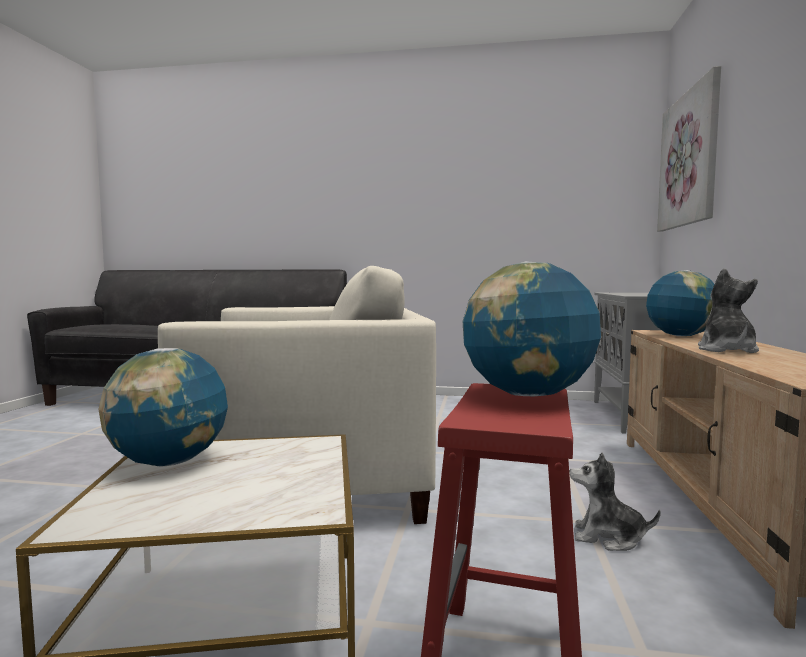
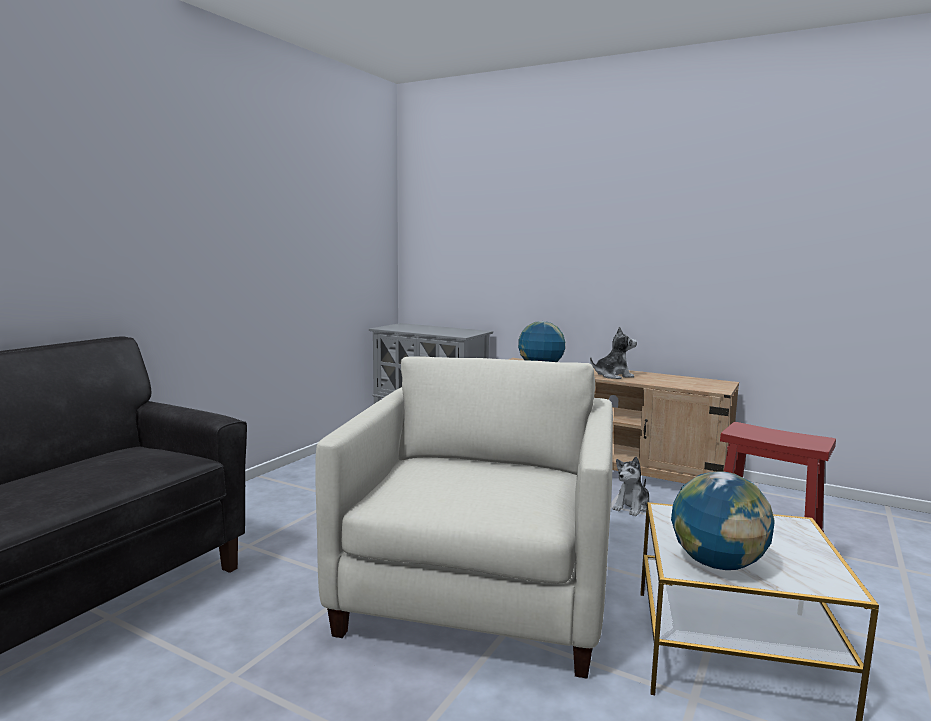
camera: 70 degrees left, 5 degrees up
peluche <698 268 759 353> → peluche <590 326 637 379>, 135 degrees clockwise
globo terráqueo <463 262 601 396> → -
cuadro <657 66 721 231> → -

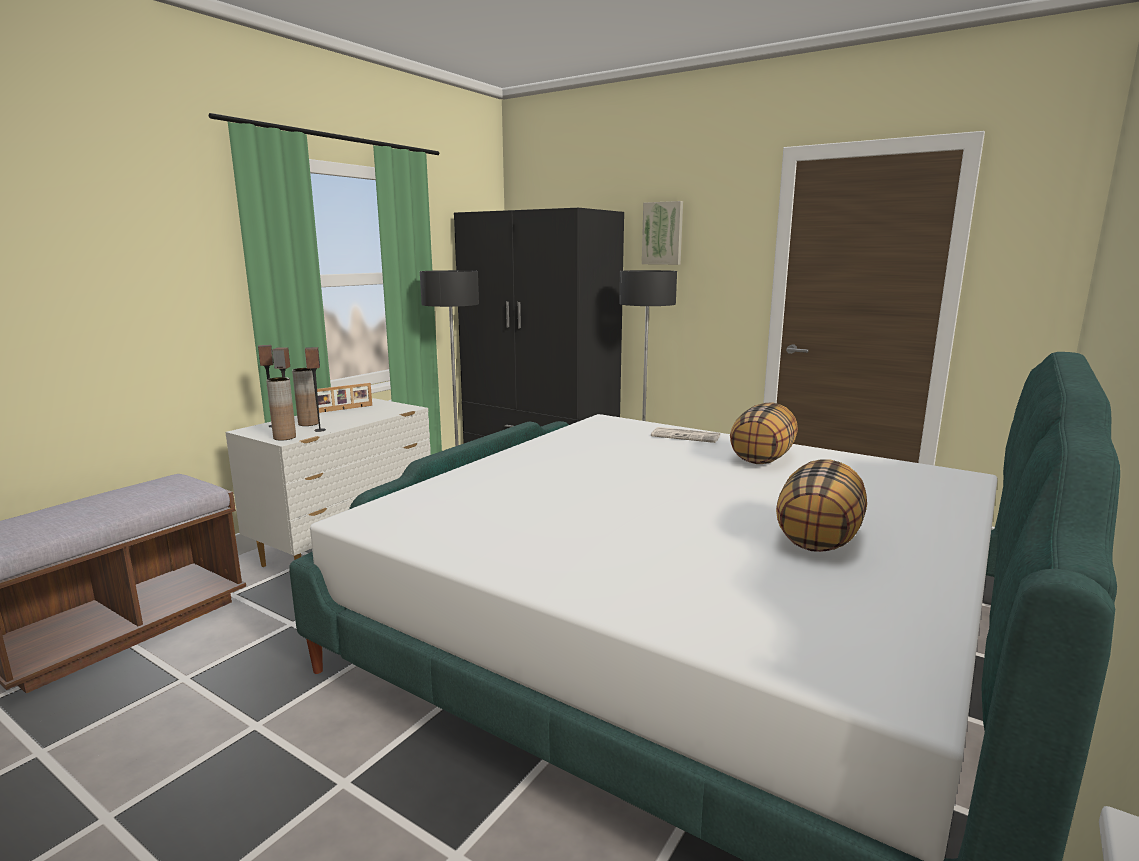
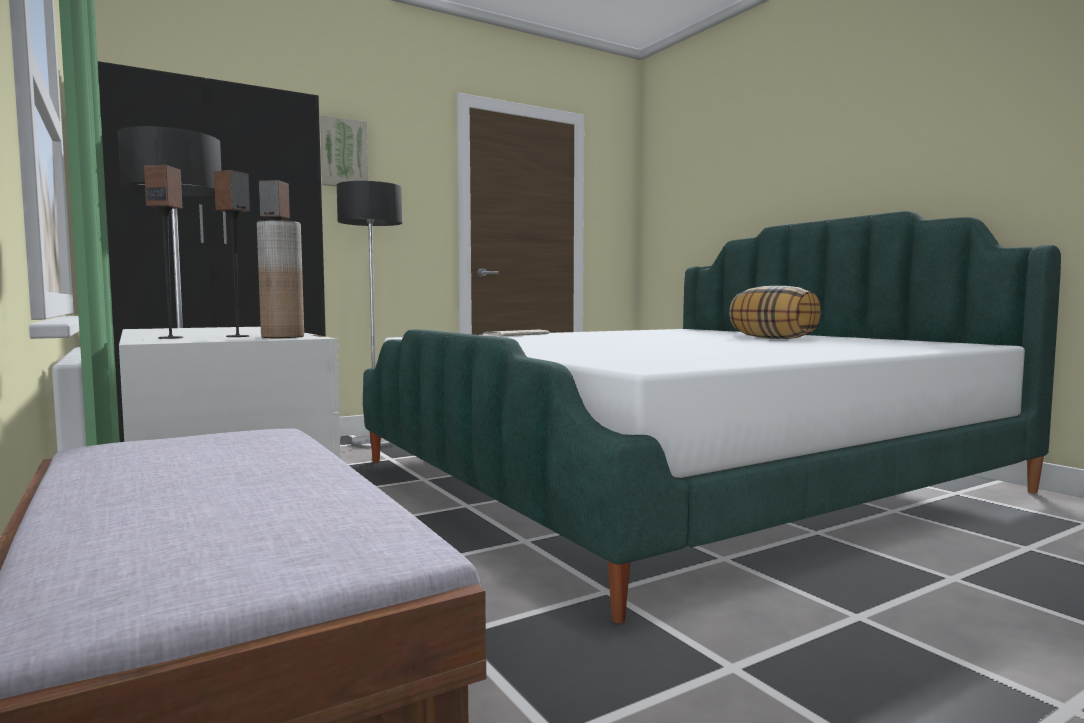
camera: 65 degrees left, 10 degrees down
florero/marrón <292 368 319 426> → -
portarretratos <317 383 372 413> → -
cojín <730 402 798 464> → -

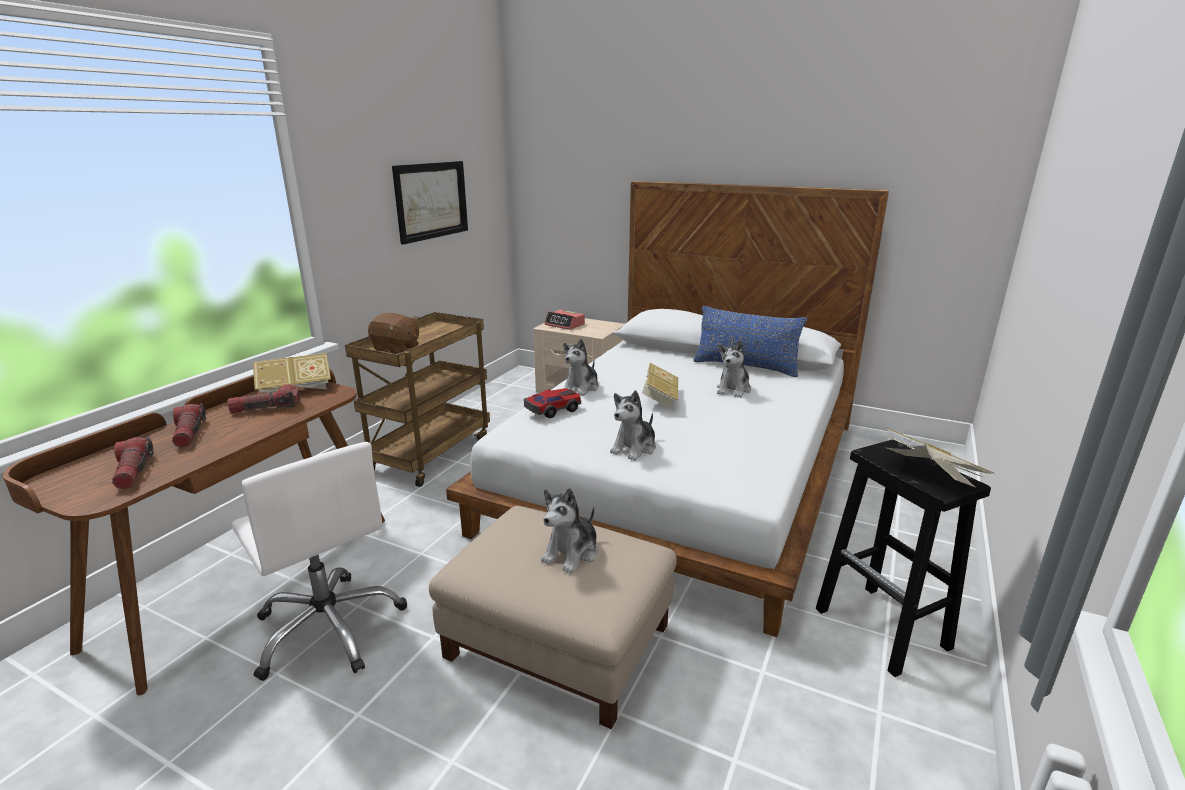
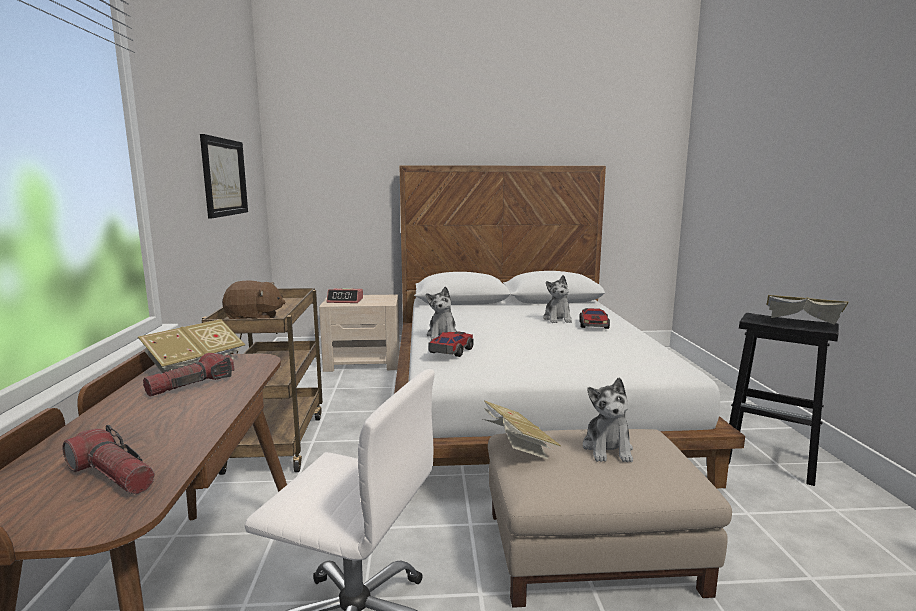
camera: 30 degrees left, 10 degrees down
libro <642 363 678 408> → libro <483 400 561 459>, moved
- → coche de juguete <579 308 610 329>
linterna <172 403 206 448> → -
peluche <610 390 656 461> → -
cojín/azul <693 306 807 377> → -

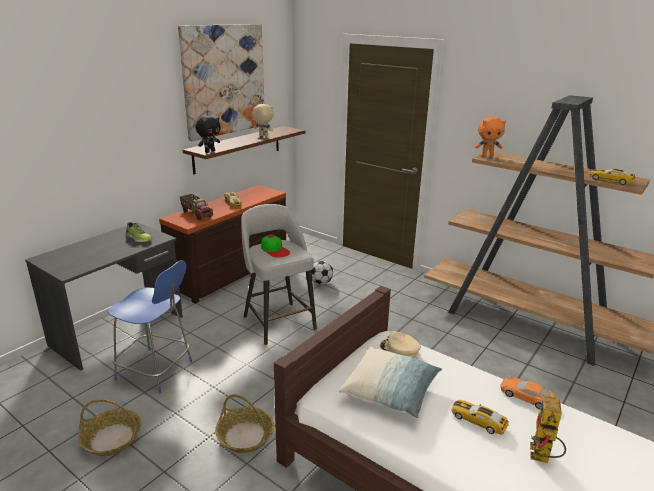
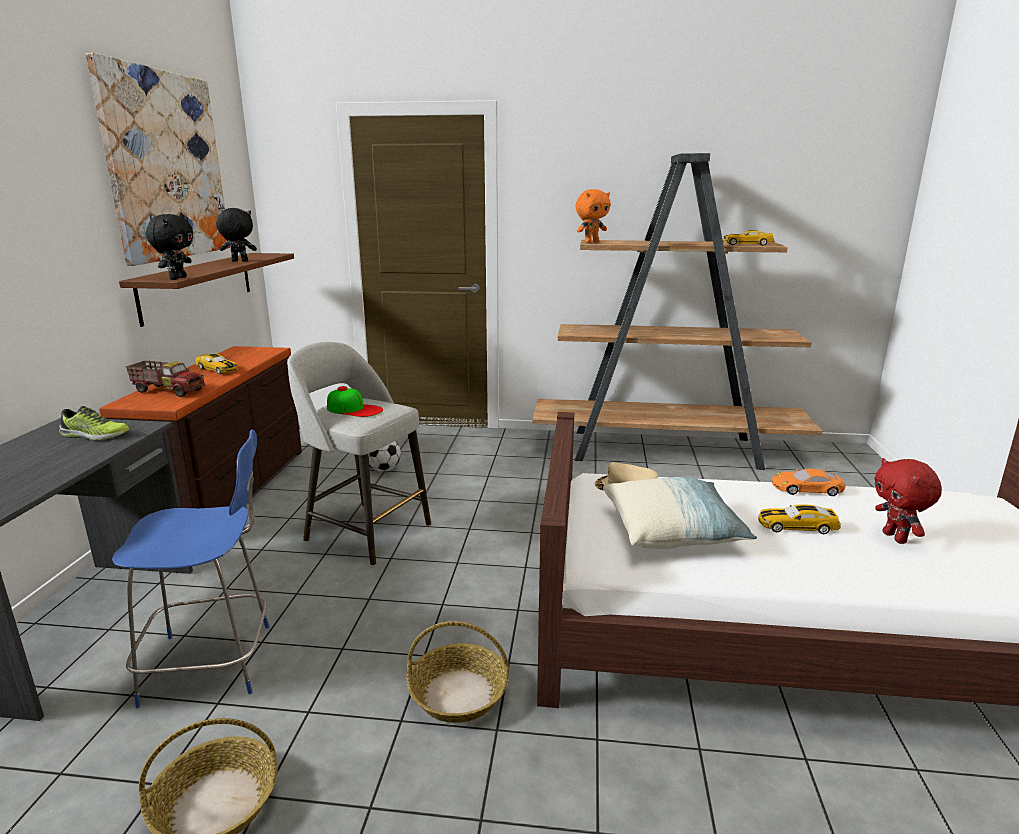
camera: 30 degrees left, 5 degrees down
peluche/beis <252 104 274 137> → peluche/negro <216 208 257 262>
robot de juguete <530 395 566 463> → peluche/rojo <874 458 942 544>

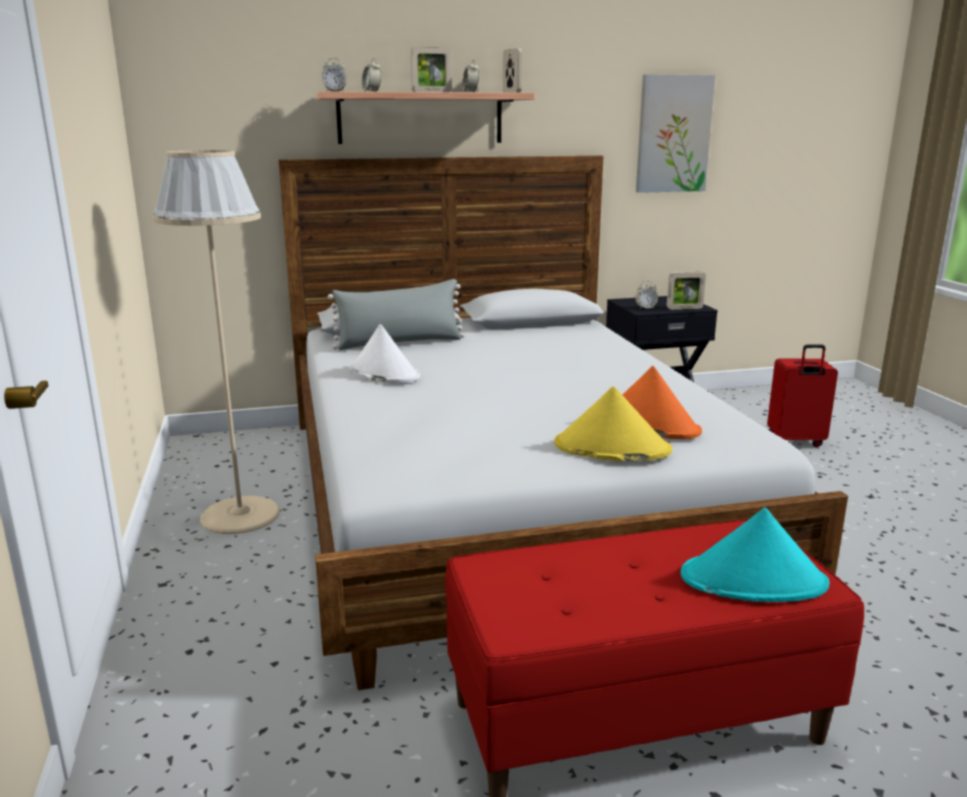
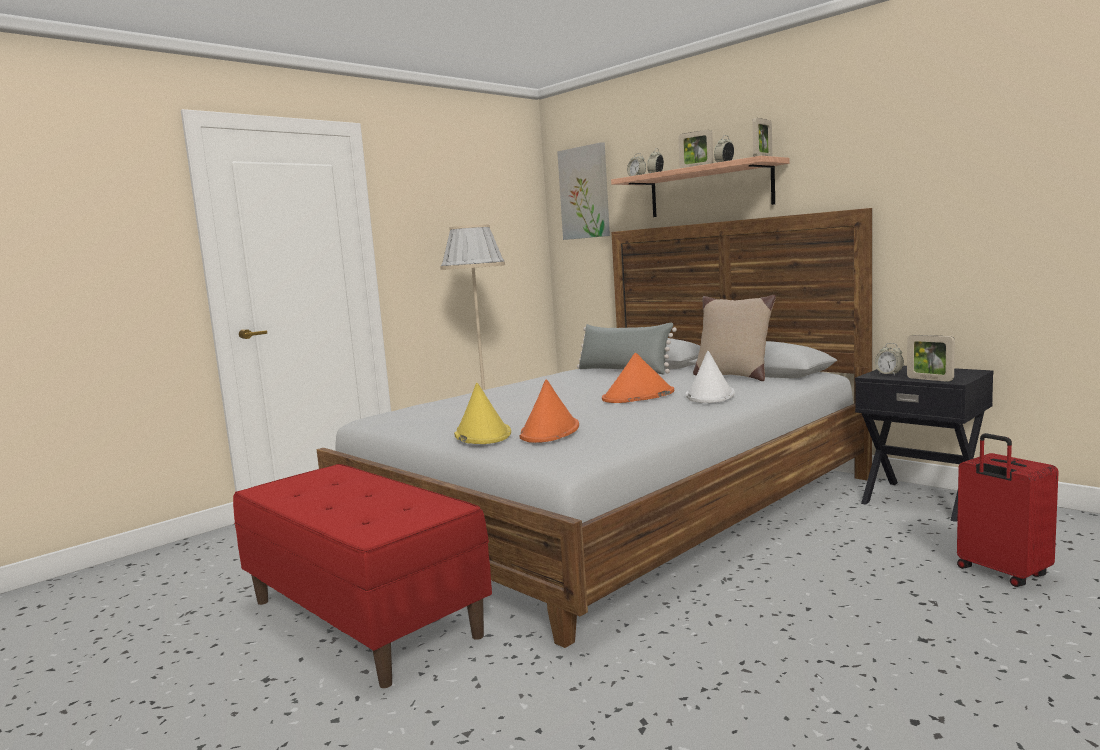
camera: 60 degrees right, 10 degrees down
cuadro <636 74 715 193> → cuadro <557 142 610 240>, moved
- → sombrero/naranja <602 353 674 403>
sombrero/blanco <349 324 420 383> → sombrero/blanco <686 351 735 403>, moved
- → cojín/beis <693 295 776 381>
sombrero/turquesa <681 508 829 602> → -

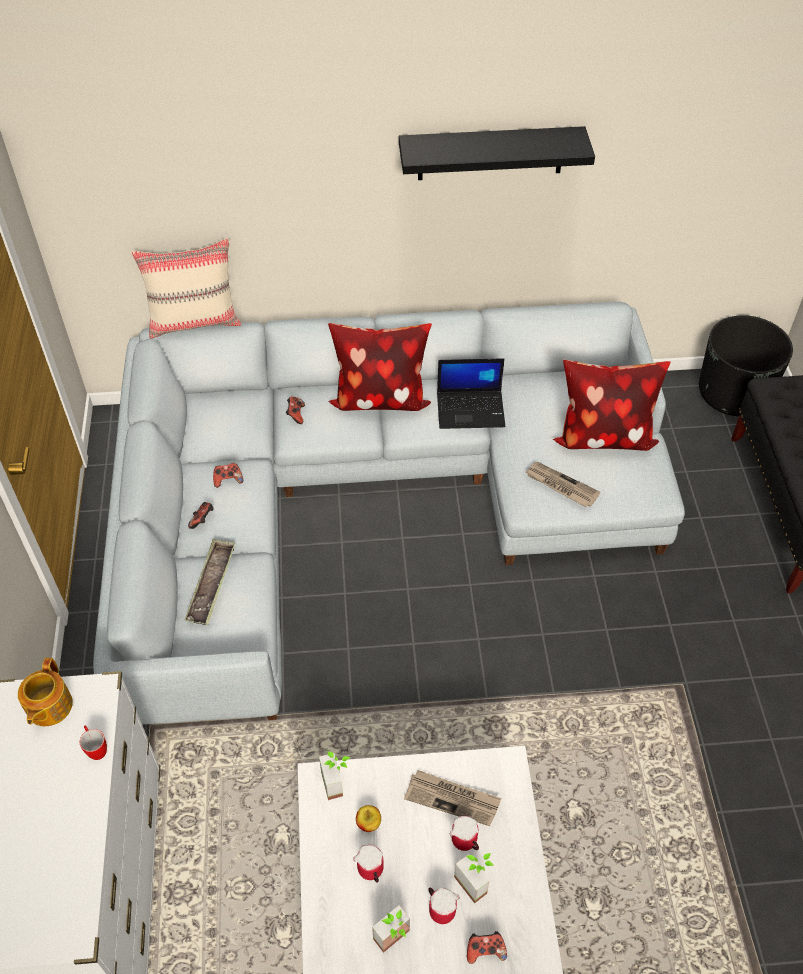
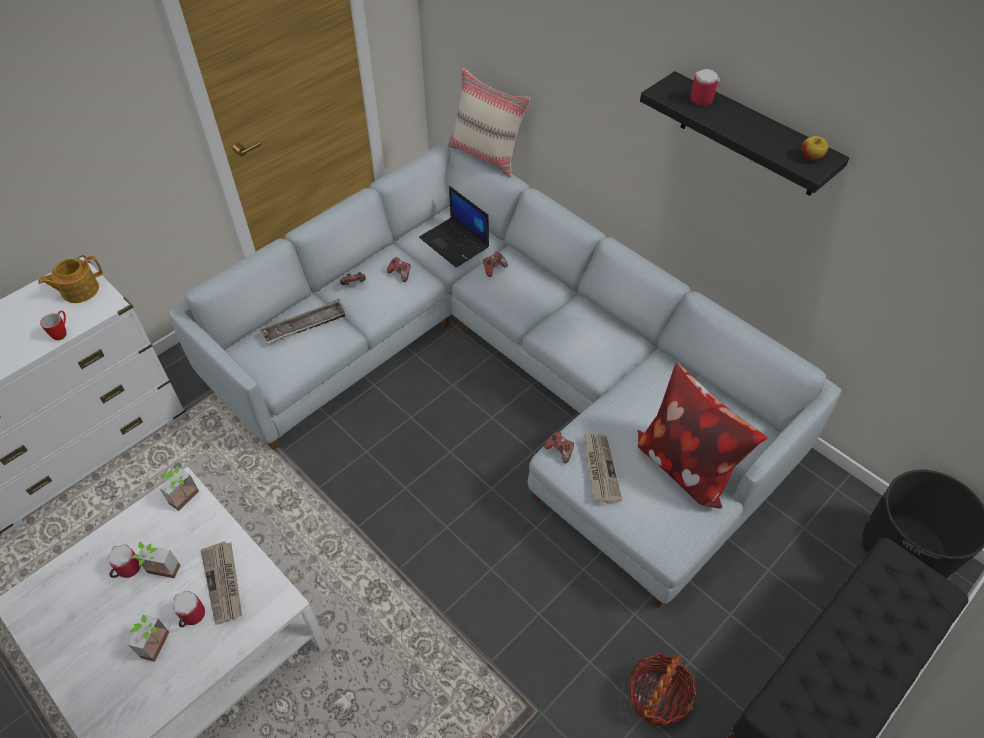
camera: 50 degrees right, 0 degrees up
planta en maceta <372 905 410 953> → planta en maceta <132 542 180 578>, moved
portátil <437 358 505 429> → portátil <419 186 489 268>, moved
mando de consola <467 931 507 964> → mando de consola <544 432 574 463>, moved
- → cesta <629 653 697 726>
taza grande <428 887 460 924> → taza grande <690 69 720 106>, moved
manzana <356 805 381 832> → manzana <802 136 829 161>, moved
cojín <328 323 432 411> → -

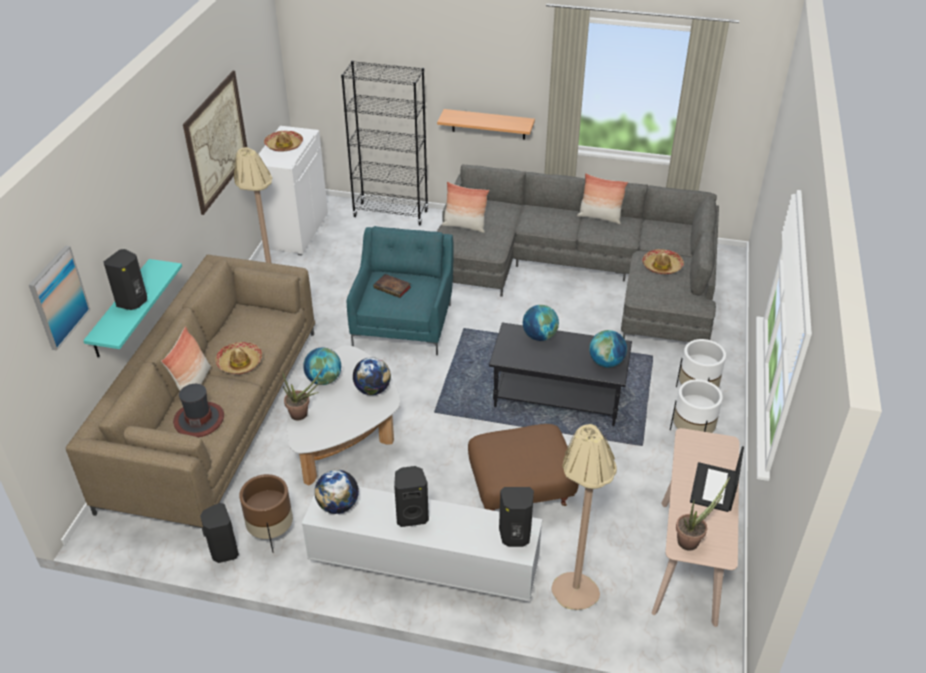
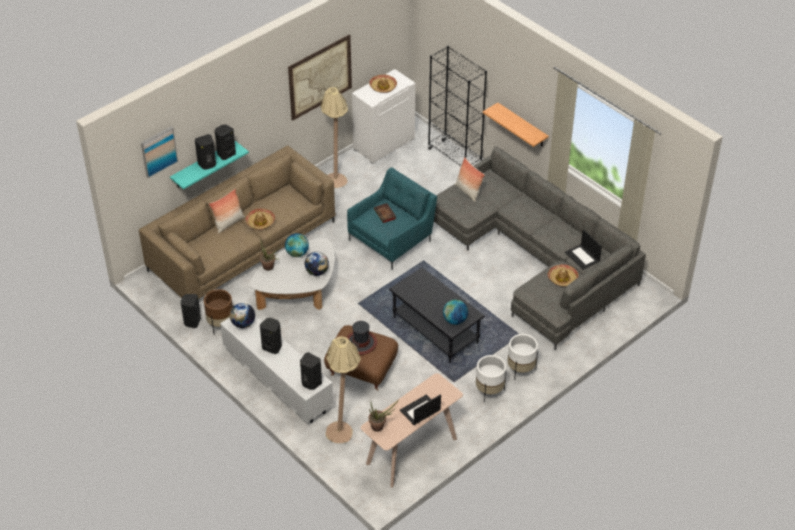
camera: 35 degrees right, 5 degrees up
- → altavoz/negro <215 124 236 160>
sombrero <173 384 224 437> → sombrero <347 321 377 355>, moved
- → portátil <565 230 602 270>
globo terráqueo <523 305 559 341> → -
cojín <577 173 628 224> → -

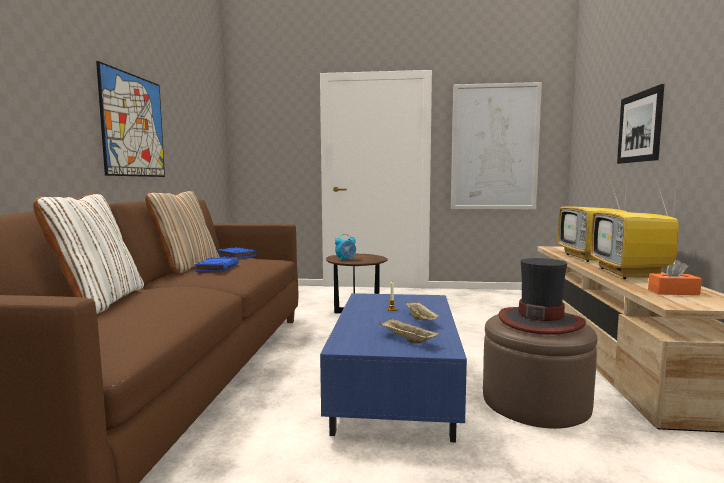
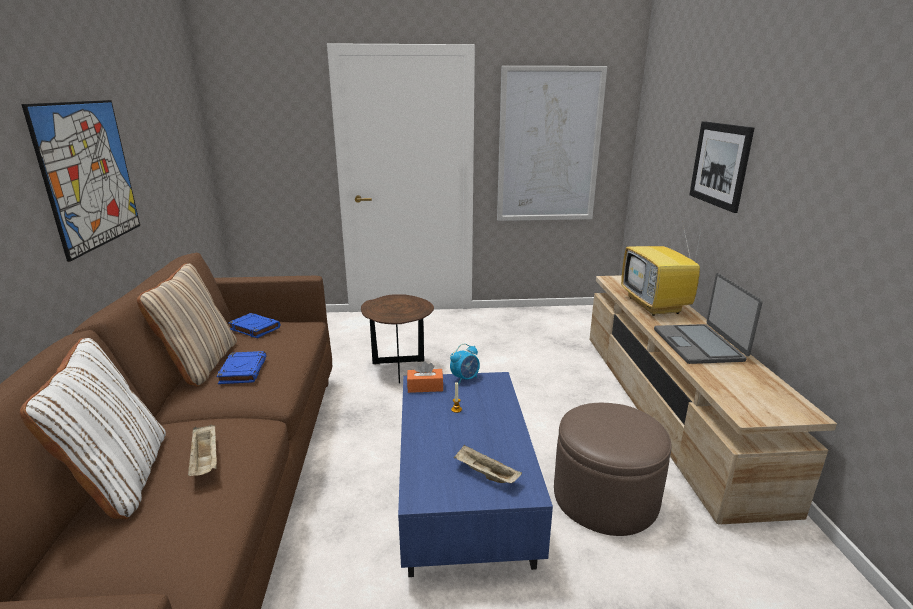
camera: 10 degrees left, 15 degrees up
bandeja/beis <405 301 440 320> → bandeja/beis <188 425 217 476>, moved
caja de pañuelos/naranja <648 260 702 295> → caja de pañuelos/naranja <407 361 443 393>, moved
despertador <335 234 356 261> → despertador <450 344 480 384>, moved
televisor <591 168 679 279> → portátil <654 273 763 364>
sombrero <499 258 586 335> → -

